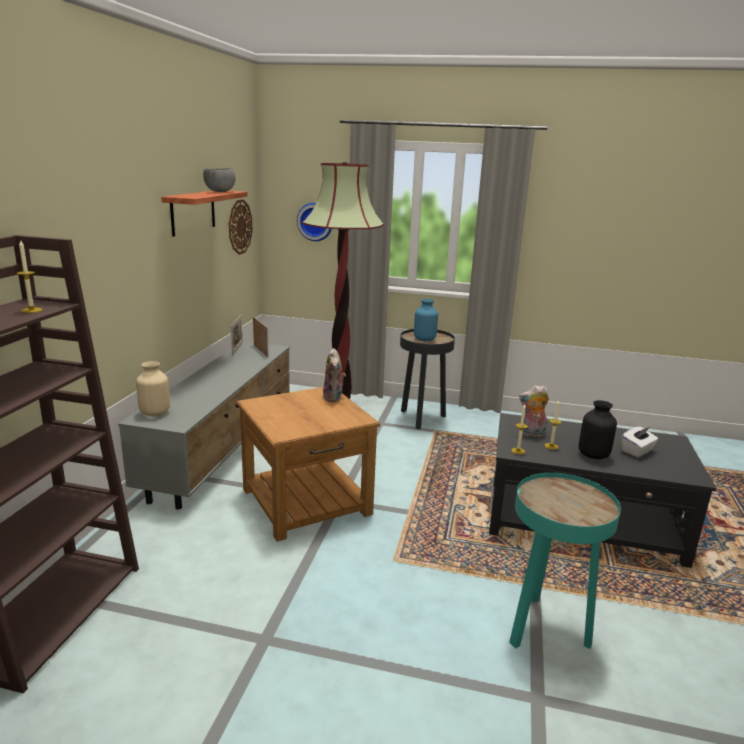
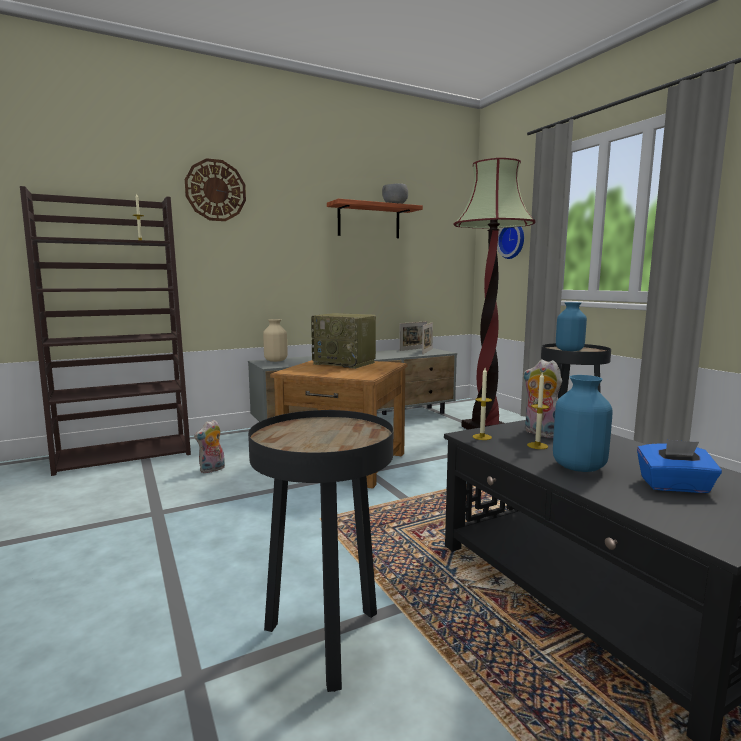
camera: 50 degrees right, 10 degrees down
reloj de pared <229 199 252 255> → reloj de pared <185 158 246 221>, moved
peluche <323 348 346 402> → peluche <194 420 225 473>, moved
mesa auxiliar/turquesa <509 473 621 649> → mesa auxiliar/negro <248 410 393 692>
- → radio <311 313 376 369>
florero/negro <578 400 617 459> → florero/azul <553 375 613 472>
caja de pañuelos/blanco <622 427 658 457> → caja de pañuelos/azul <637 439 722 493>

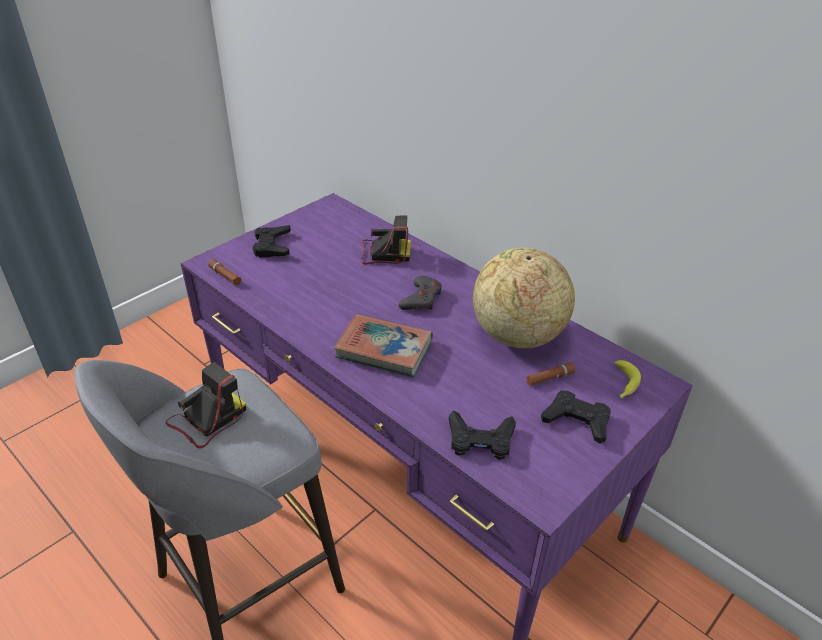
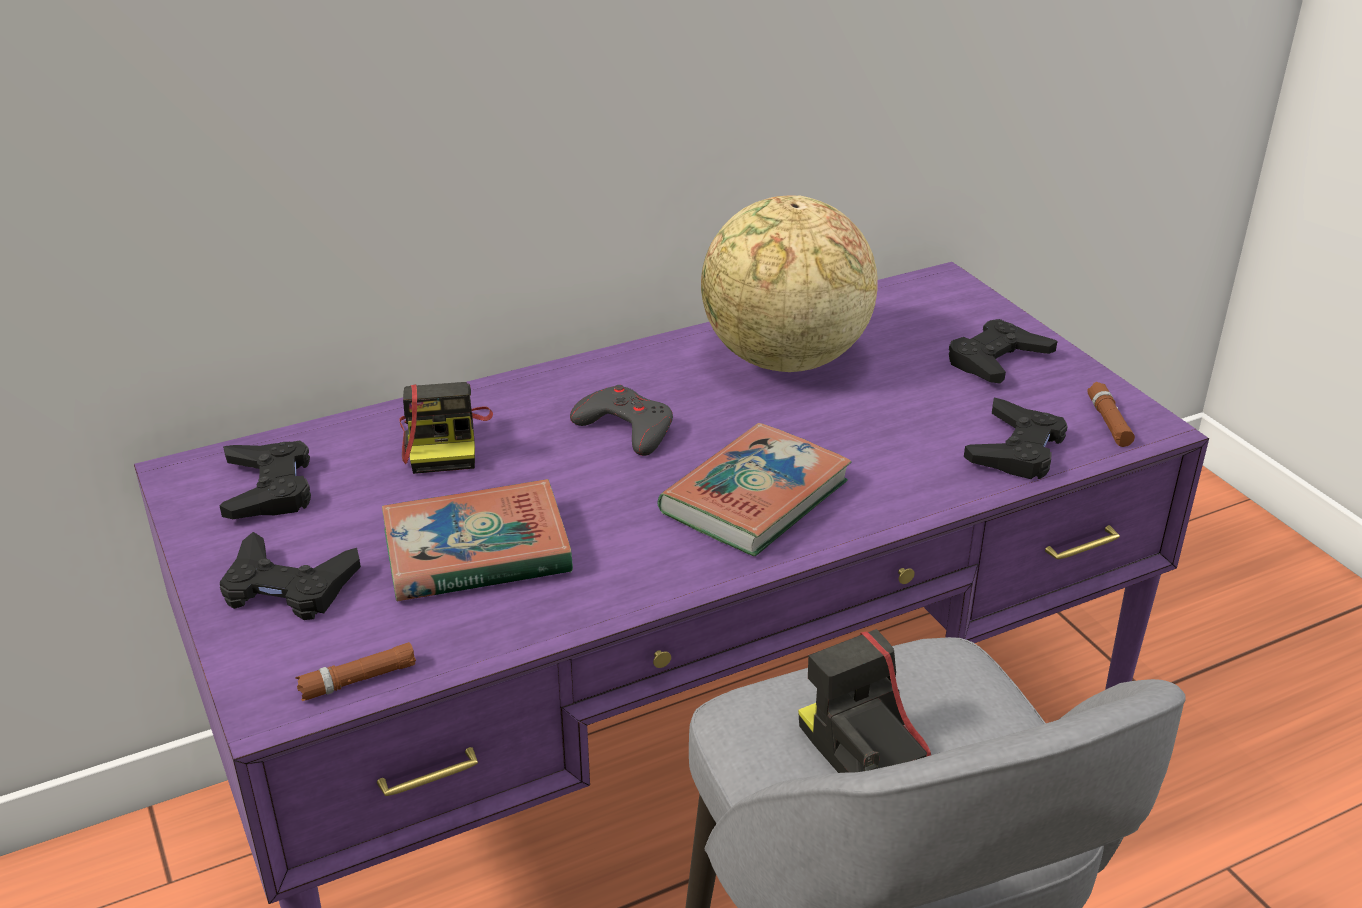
camera: 70 degrees left, 5 degrees down
- → mando de consola/negro <219 440 311 519>
- → libro <382 479 573 602>
cámara <361 215 411 264> → cámara <399 382 493 474>, 150 degrees clockwise
linterna/marrón <526 362 576 386> → linterna/marrón <1087 382 1135 447>, moved
plátano <614 360 641 398> → -

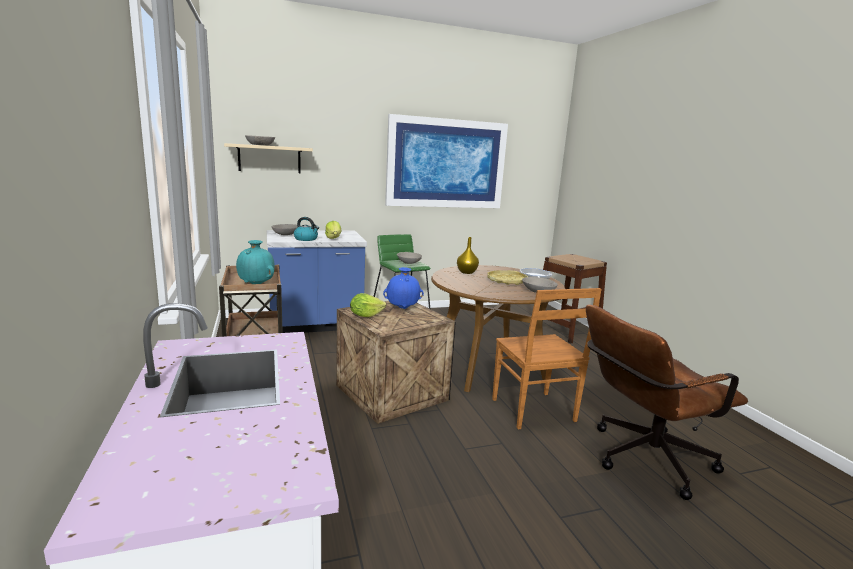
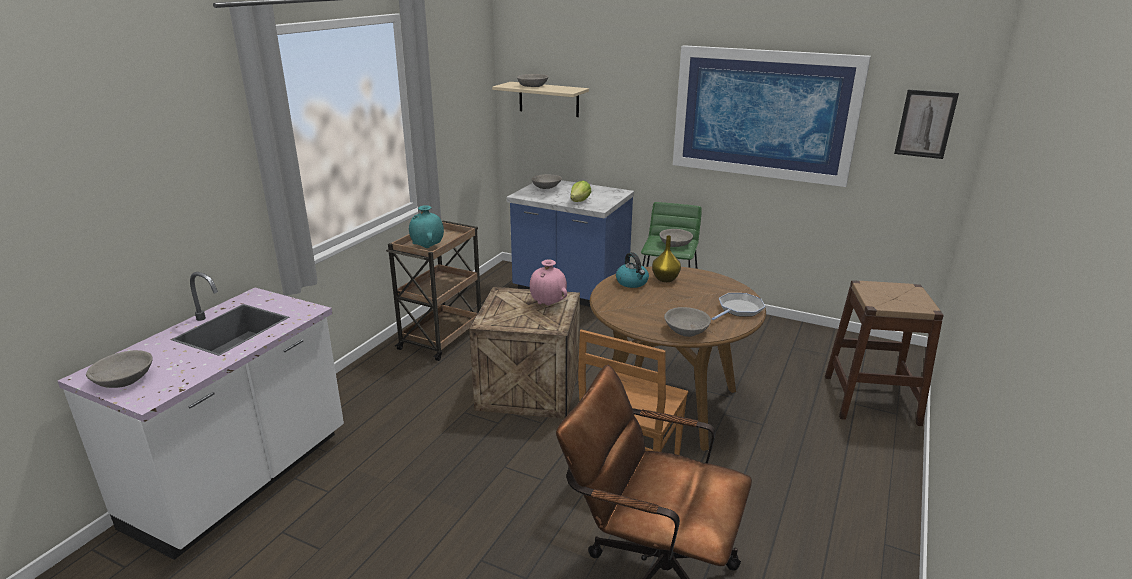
camera: 45 degrees right, 10 degrees up
- → cuenco/gris <86 350 153 388>
florero/azul <383 267 424 309> → florero/rosa <530 260 567 305>
hervidor <294 217 319 241> → hervidor <616 252 649 288>, moved
- → cuadro <894 90 959 159>
lechuga <350 293 386 317> → -
bandeja/amarillo <487 270 528 285> → -

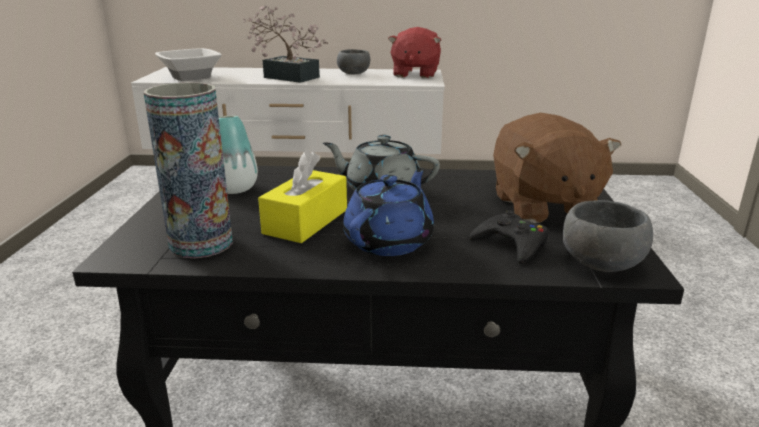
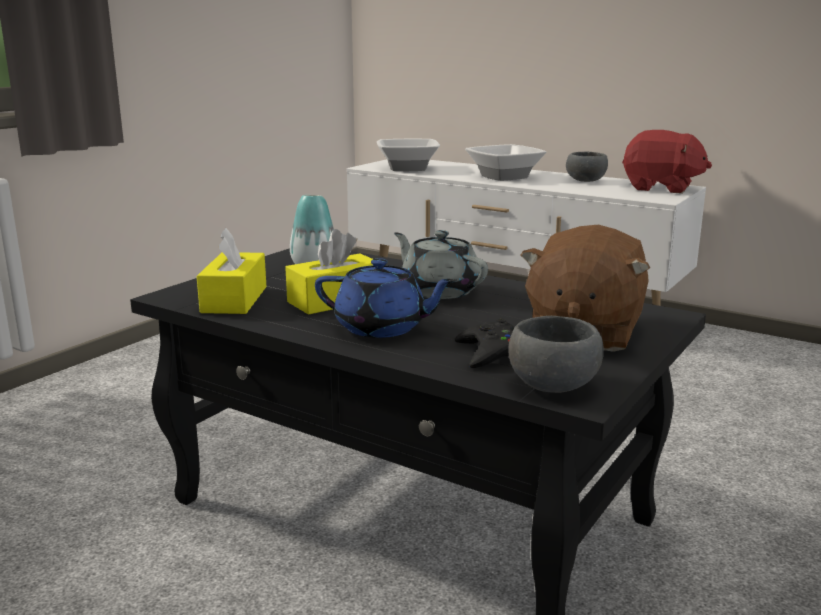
camera: 30 degrees right, 5 degrees down
florero <144 82 233 258> → caja de pañuelos/amarillo <196 228 267 314>
tetera/azul <343 168 434 256> → tetera/azul <315 258 457 338>, 45 degrees clockwise
planta en maceta <243 5 328 83> → cuenco <465 144 546 181>
peluche/rojo <388 27 441 78> → peluche/rojo <622 130 712 194>, 105 degrees counterclockwise

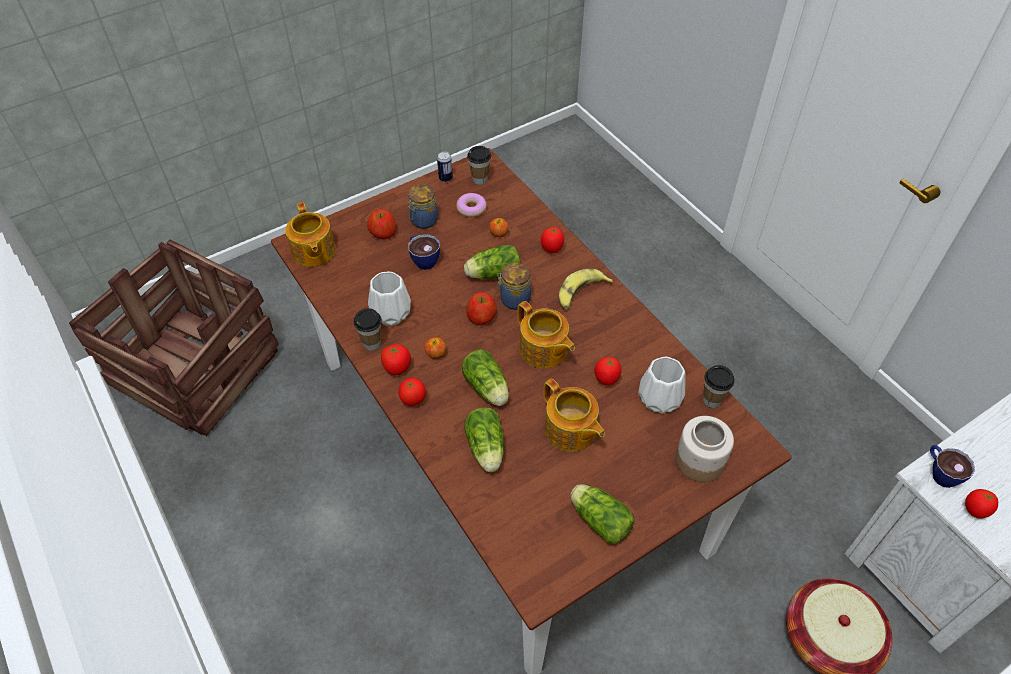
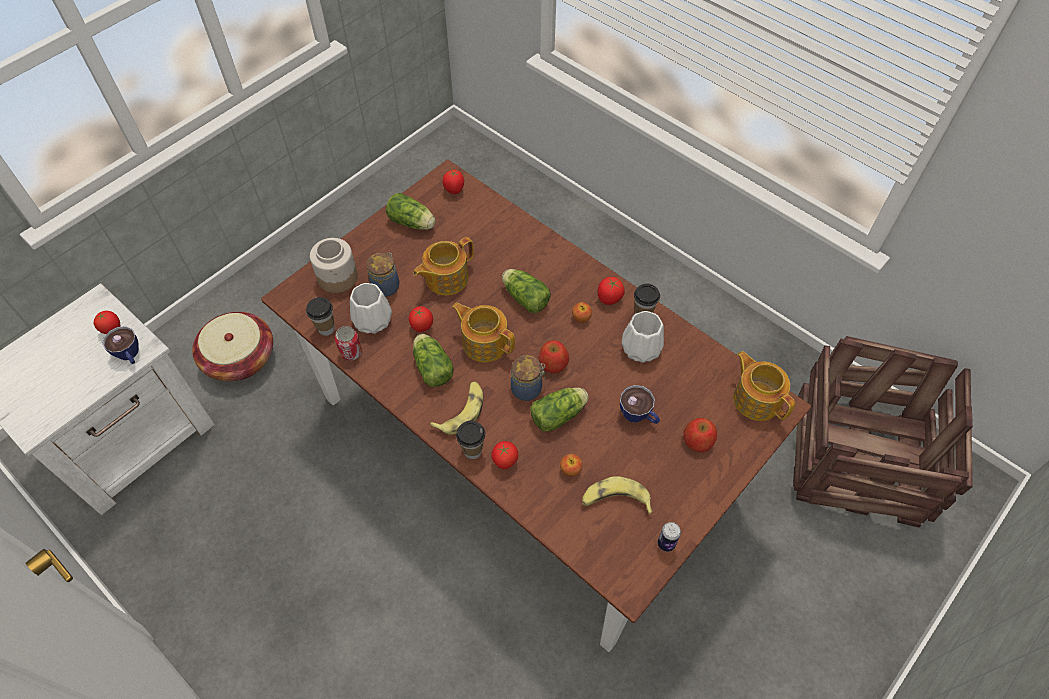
camera: 165 degrees right, 5 degrees up
- → lata <335 326 362 361>
tarro <408 184 438 229> → tarro <366 252 399 297>, moved
tetera <543 378 605 452> → tetera <413 237 474 295>, 75 degrees counterclockwise
lechuga <465 407 504 472> → lechuga <413 334 454 387>, moved
tomate <399 378 426 406> → tomate <443 170 464 194>, moved
taza <467 146 491 185> → taza <456 421 485 459>, moved
rosquilla <456 193 487 217> → plátano <582 476 653 515>

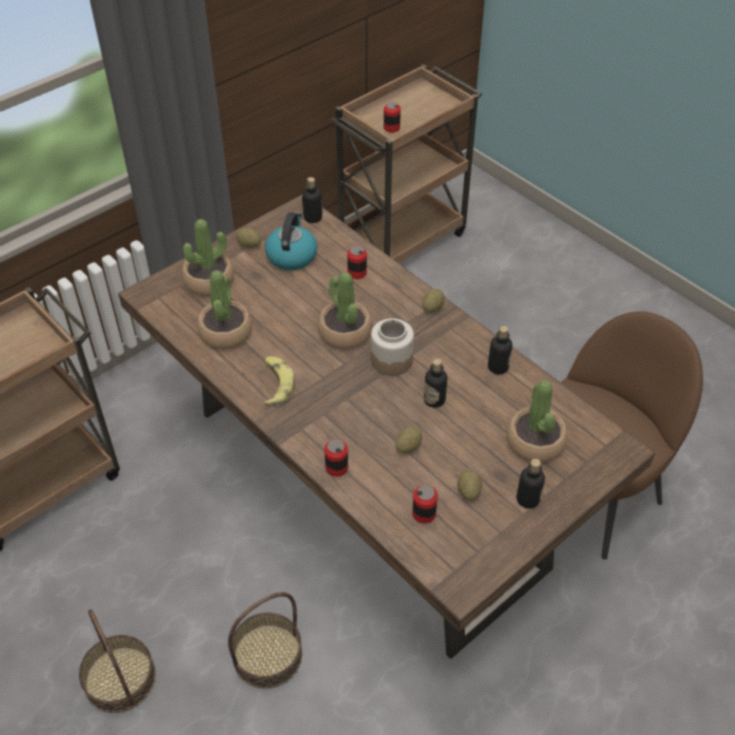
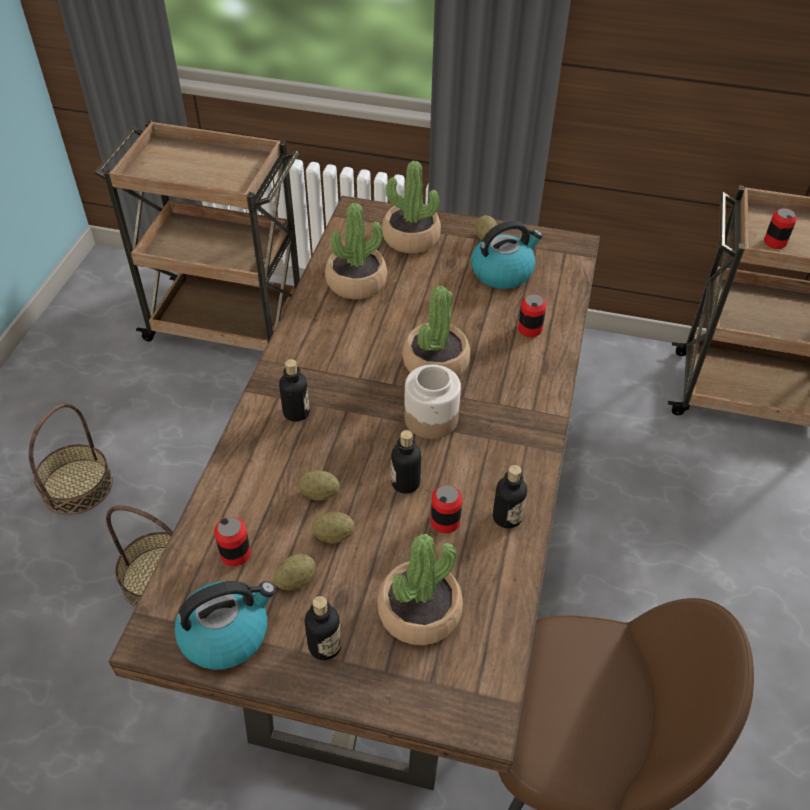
camera: 55 degrees right, 0 degrees up
- → hervidor <174 581 275 670>
botella <302 177 323 223> → botella <279 359 310 422>, moved
patata <422 289 445 313> → patata <312 512 355 543>, moved
lata <324 439 348 477> → lata <431 485 462 533>, moved
plátano <264 356 294 406> → -

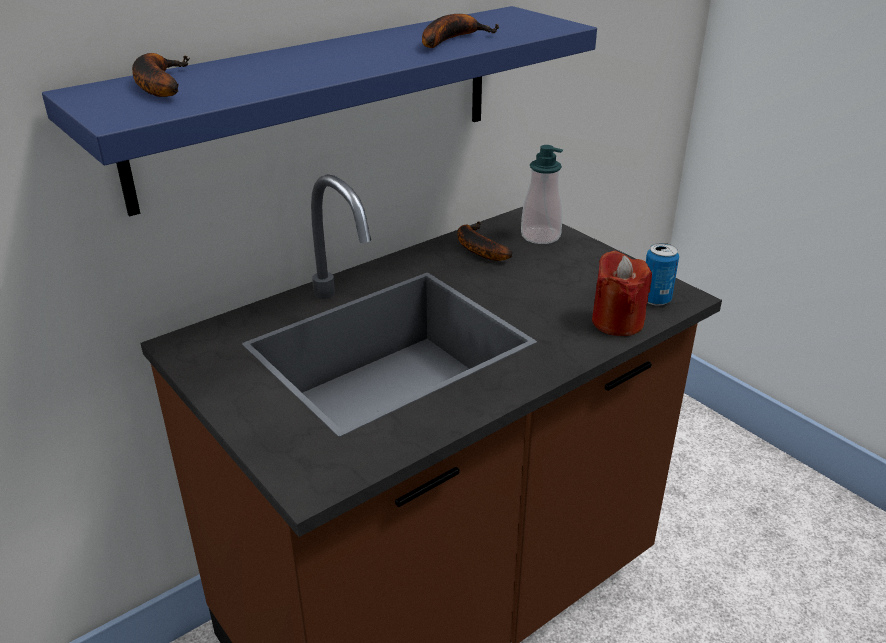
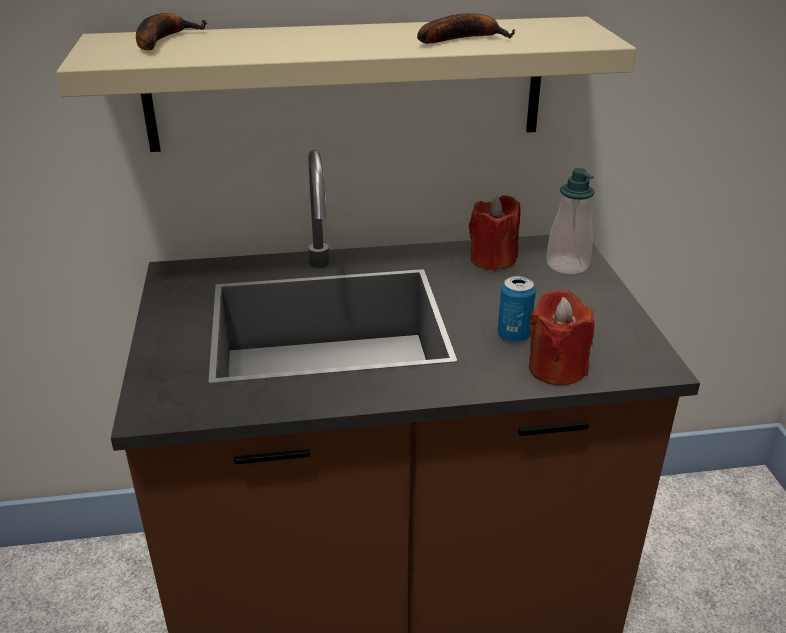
camera: 30 degrees right, 0 degrees up
estante/azul <42 6 597 216> → estante/beis <56 16 636 152>
plátano <457 221 513 261> → vela/rojo <469 195 520 271>
lata <646 243 679 306> → lata <498 276 536 343>, moved

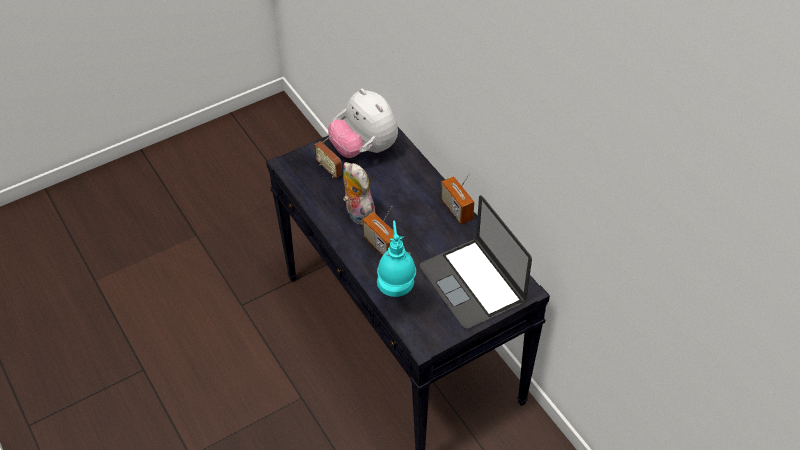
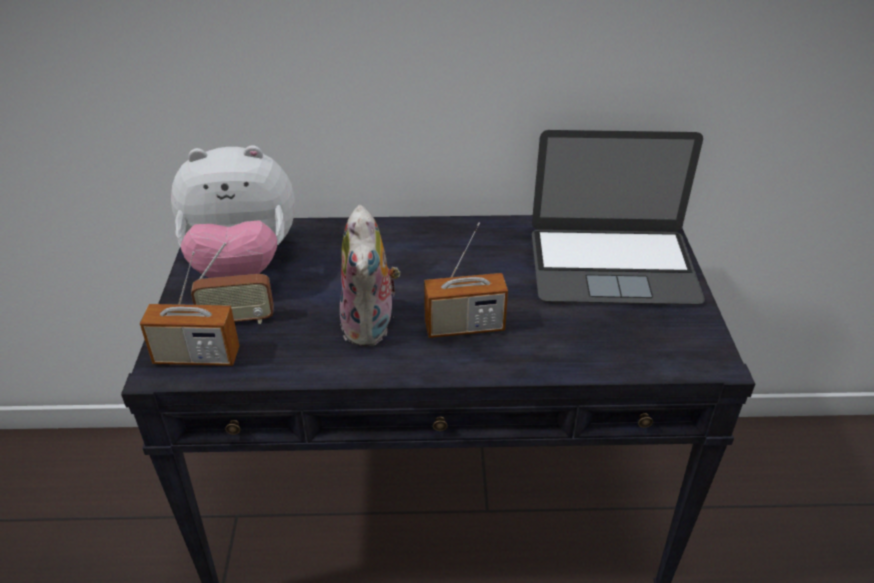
camera: 60 degrees left, 10 degrees down
radio <441 171 474 224> → radio <140 251 239 366>, moved
peluche <343 162 375 226> → peluche <340 205 400 347>, 90 degrees counterclockwise
lámpara de mesa/turquesa <377 221 416 297> → -

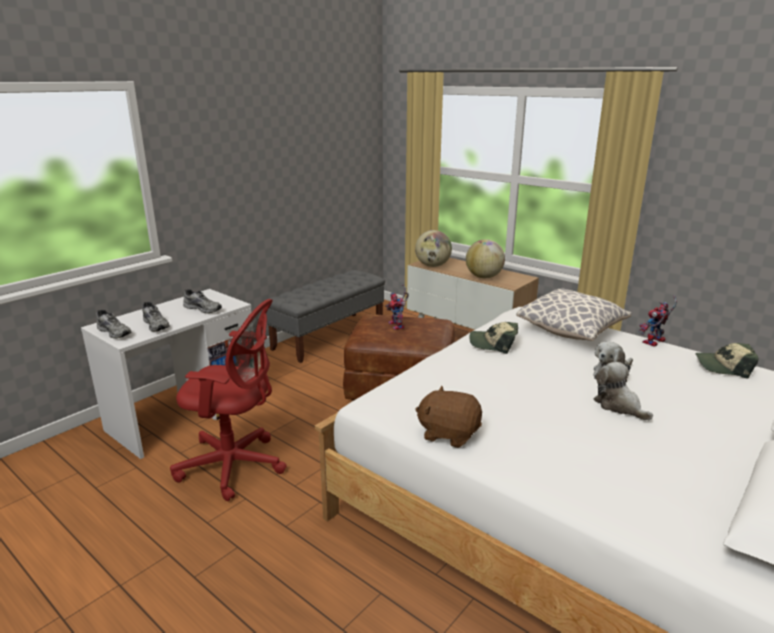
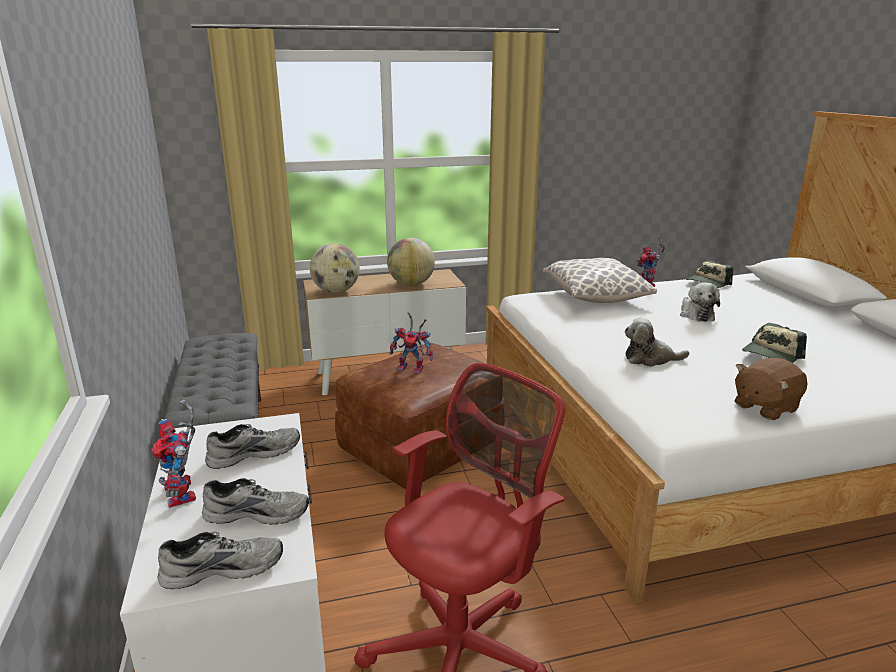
camera: 55 degrees left, 0 degrees up
- → robot de juguete <151 400 196 508>
peluche <594 362 653 421> → peluche <624 318 689 367>, moved
gorra <469 322 518 354> → gorra <742 323 807 363>, moved

